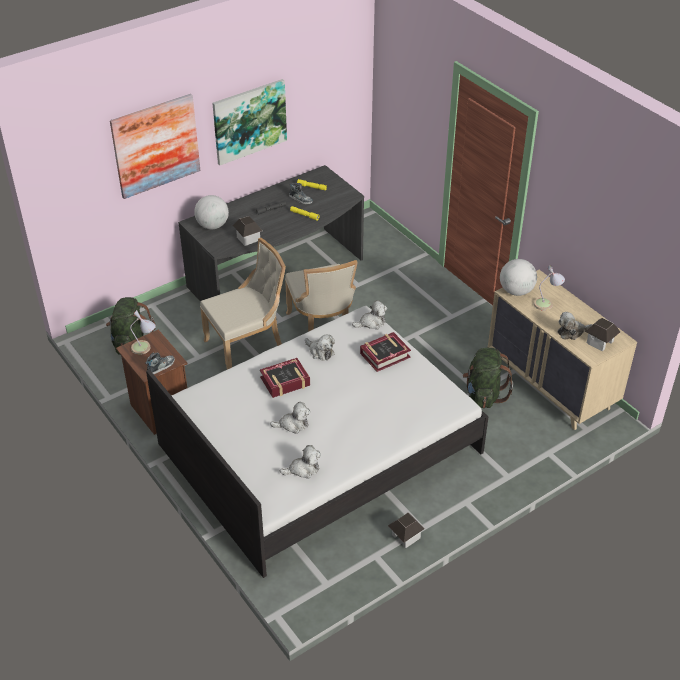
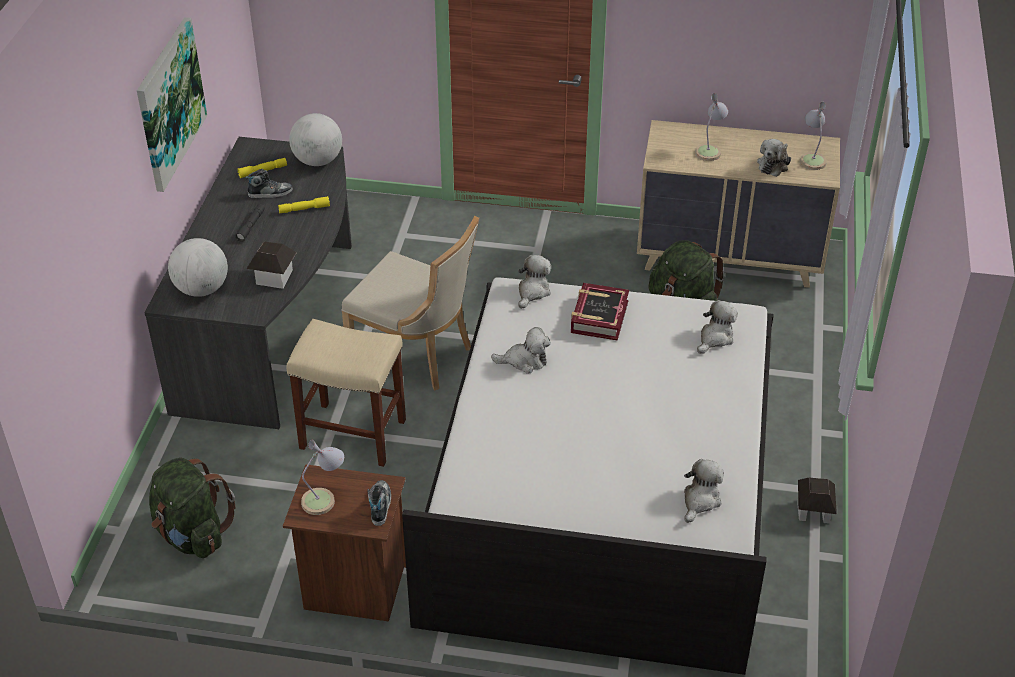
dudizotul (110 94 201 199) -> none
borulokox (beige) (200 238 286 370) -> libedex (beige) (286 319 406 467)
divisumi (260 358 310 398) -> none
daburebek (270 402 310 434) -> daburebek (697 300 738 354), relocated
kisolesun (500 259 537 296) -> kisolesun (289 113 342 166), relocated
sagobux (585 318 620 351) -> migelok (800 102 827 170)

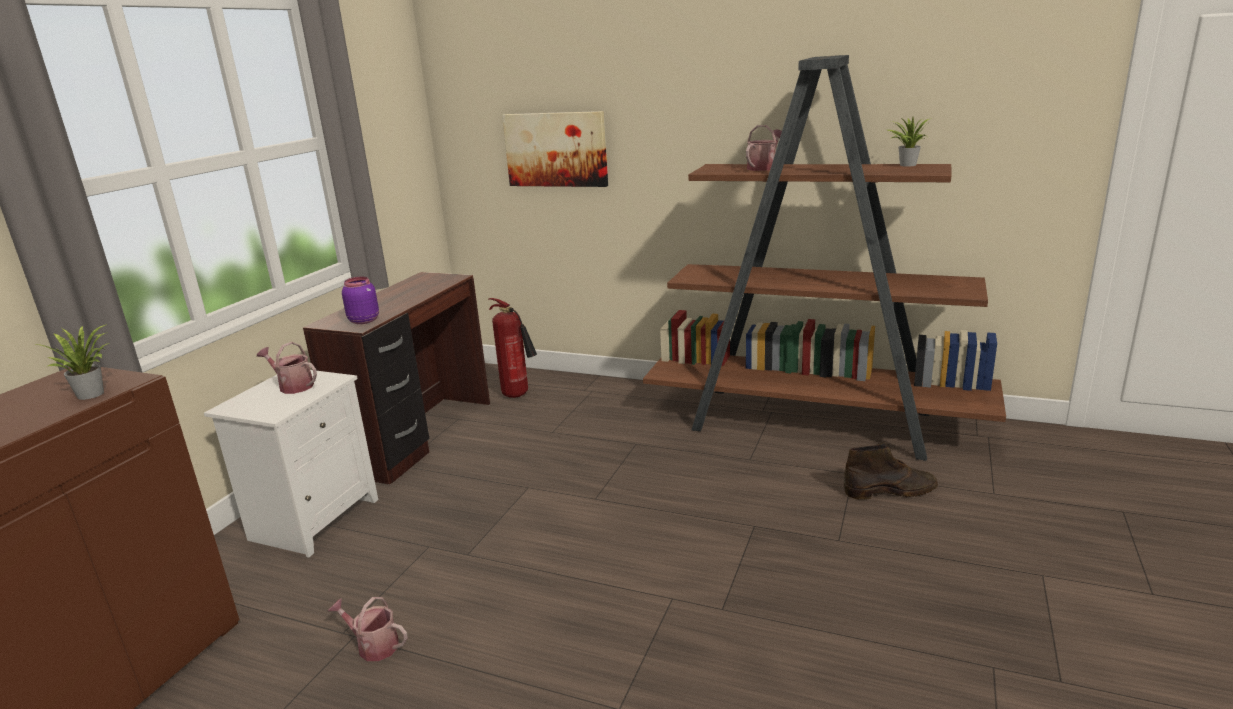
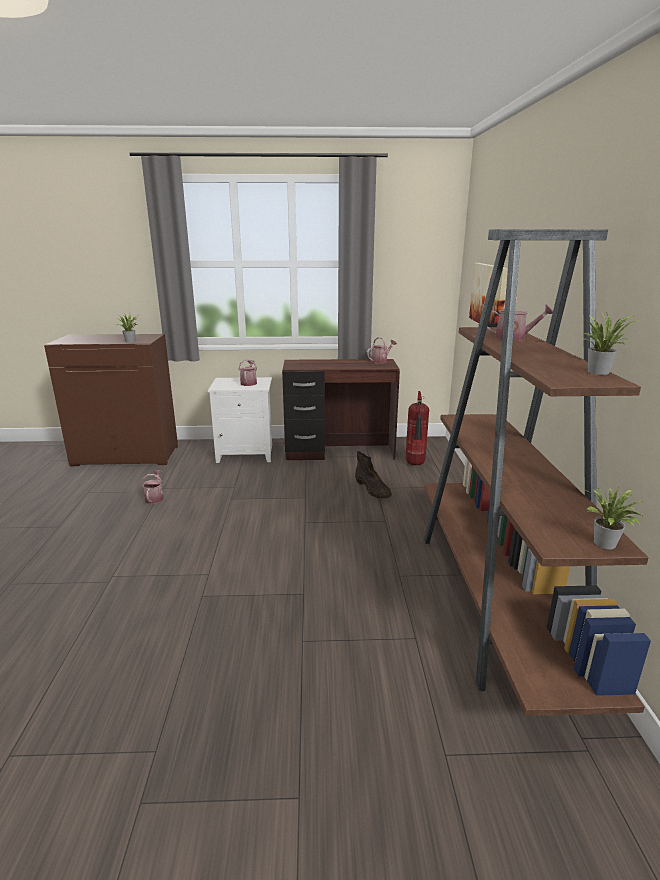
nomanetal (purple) (342 277 379 324) -> none
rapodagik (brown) (844 442 938 500) -> rapodagik (brown) (355 451 392 499), relocated
none -> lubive (367 337 397 364)
none -> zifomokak (584 487 645 549)

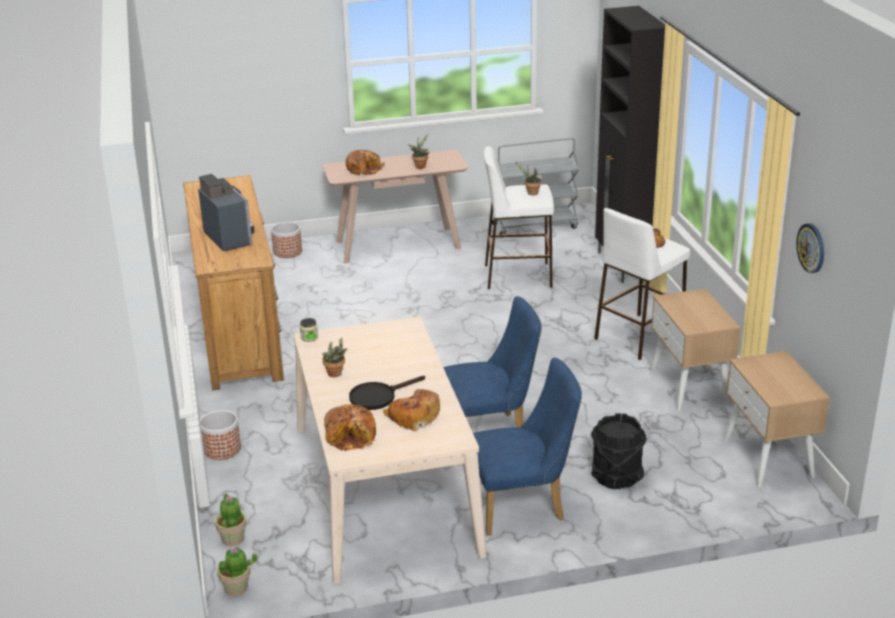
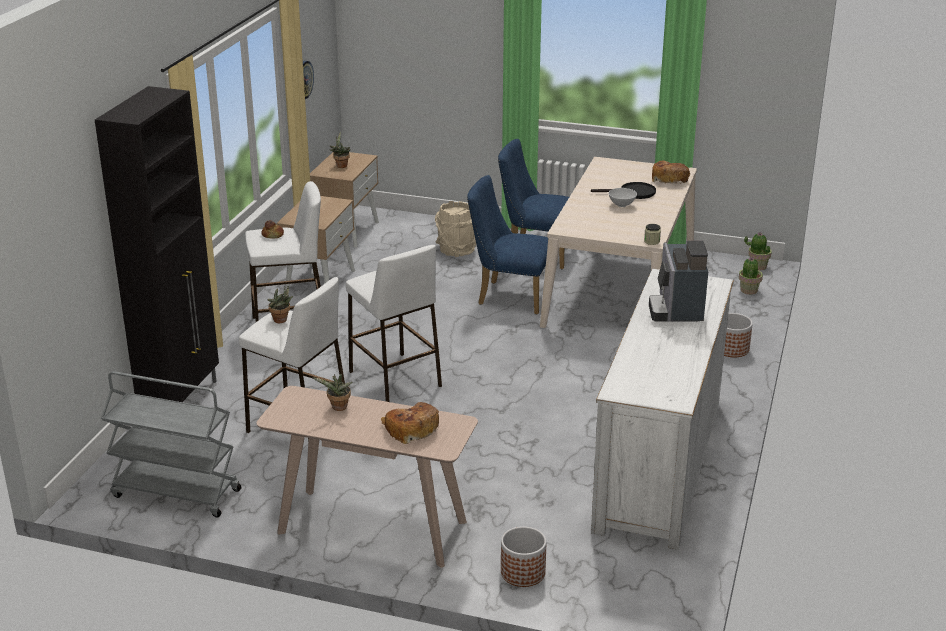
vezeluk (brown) (183 175 284 390) -> vezeluk (white) (591 269 734 550)
zifomokak (322 338 347 377) -> zifomokak (329 131 351 168), relocated
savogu (383 389 440 431) -> none
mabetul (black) (591 413 647 489) -> mabetul (beige) (435 201 476 257)
none -> libedex (white) (346 245 442 402)
none -> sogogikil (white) (608 188 637 207)

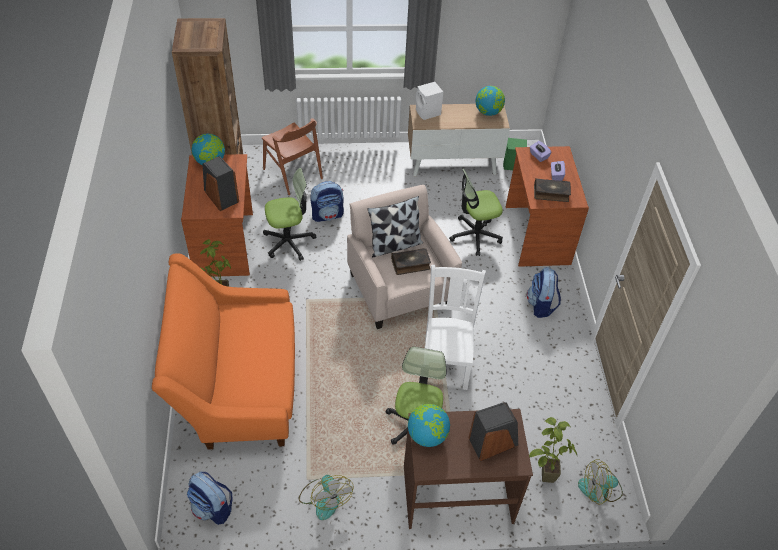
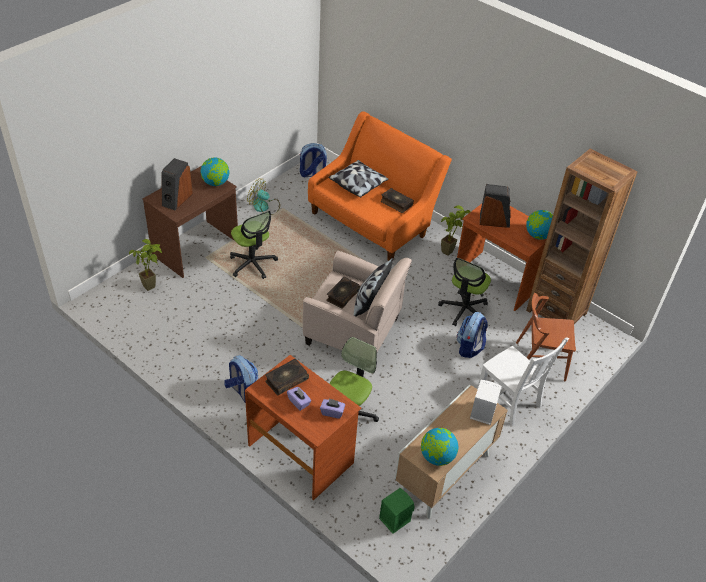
borulokox (white) (425 265 486 390) -> borulokox (white) (477 337 569 426), relocated
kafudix (578 459 623 505) -> none
none -> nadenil (328 160 389 197)
none -> divisumi (381 188 414 213)

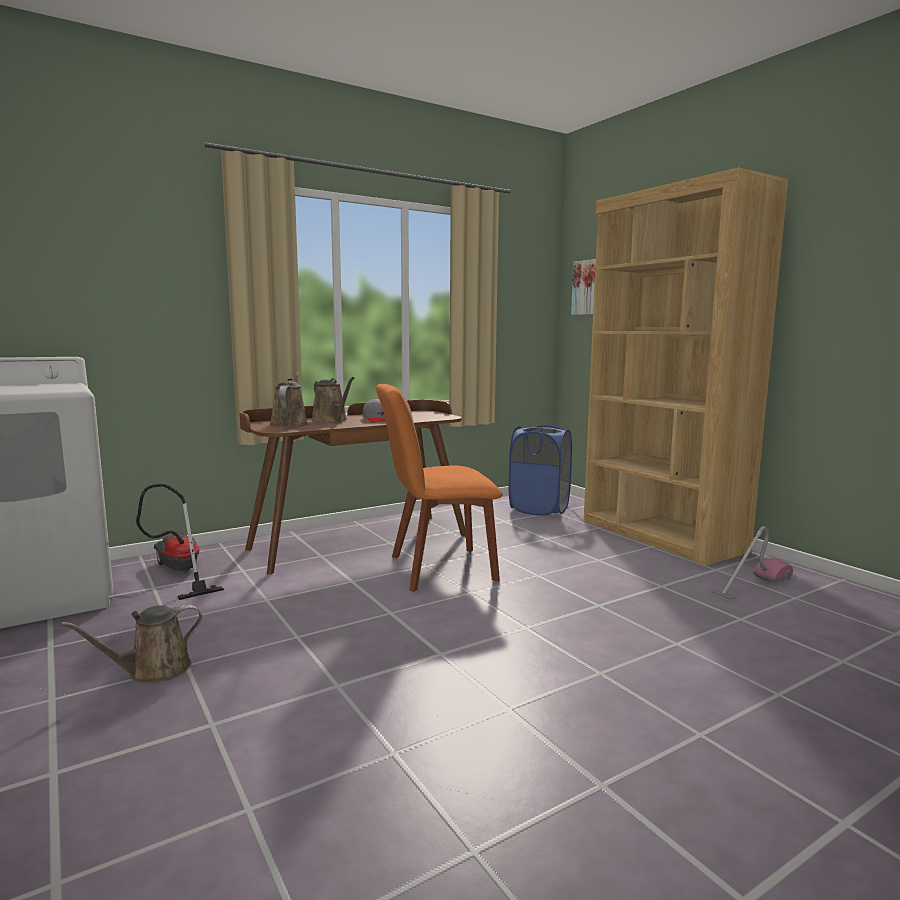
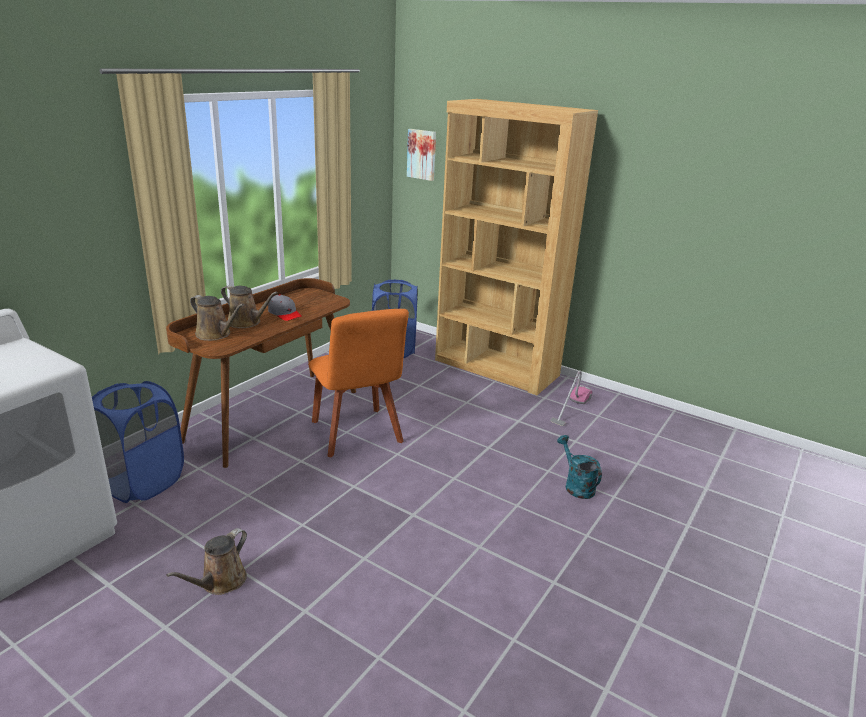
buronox (136 484 224 600) -> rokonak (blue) (92 381 184 503)
lubive (brown) (269 372 308 427) -> lubive (brown) (190 295 244 341), 150 degrees clockwise
borulokox (orange) (376 384 503 592) -> borulokox (orange) (308 309 409 458), 75 degrees counterclockwise
none -> lubive (turquoise) (557 435 602 499)

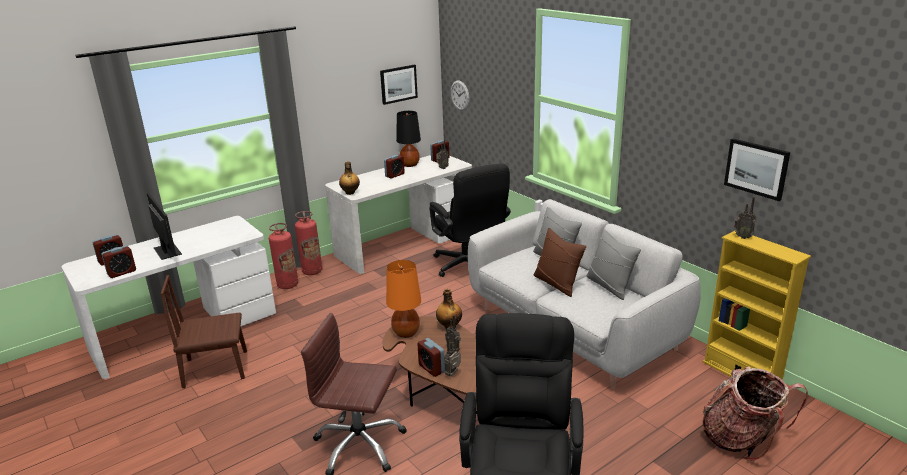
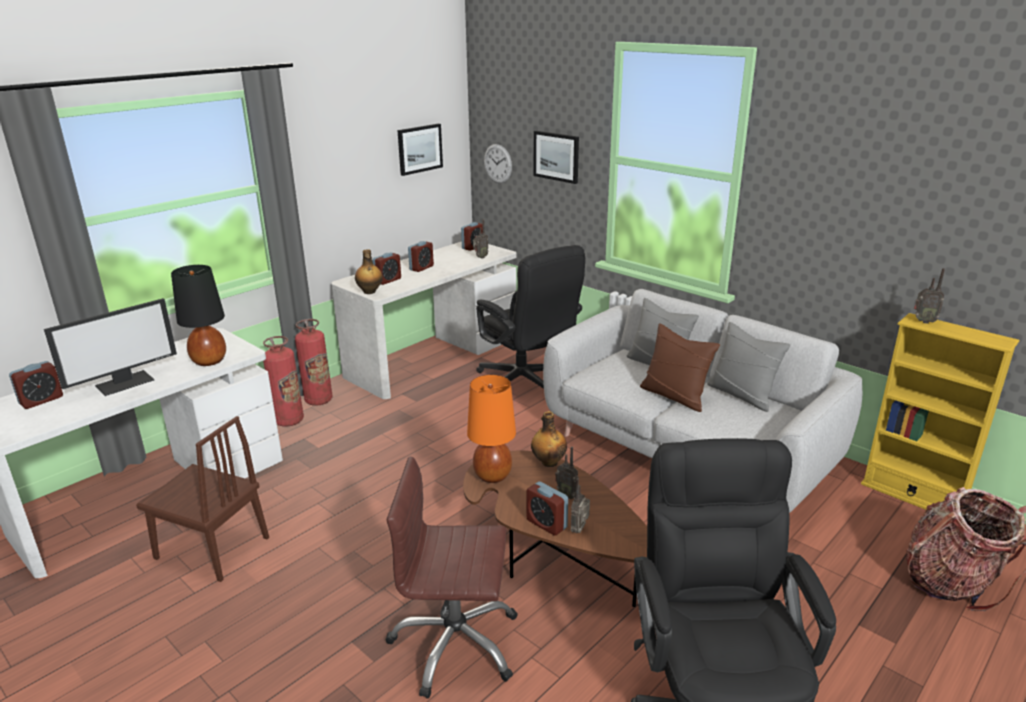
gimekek (101 245 136 278) -> gimekek (372 252 401 285), relocated
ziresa (147 192 182 260) -> ziresa (44 298 177 396), 90 degrees clockwise
borulokox (brown) (161 275 247 388) -> borulokox (brown) (136 416 269 582), 135 degrees counterclockwise
migelok (black) (396 111 421 167) -> migelok (black) (171 265 226 366), relocated
dudizotul (724 138 790 201) -> dudizotul (534 131 579 184), relocated

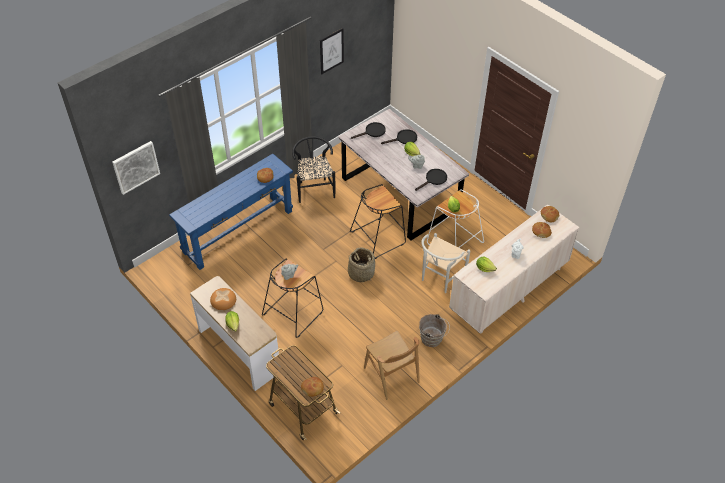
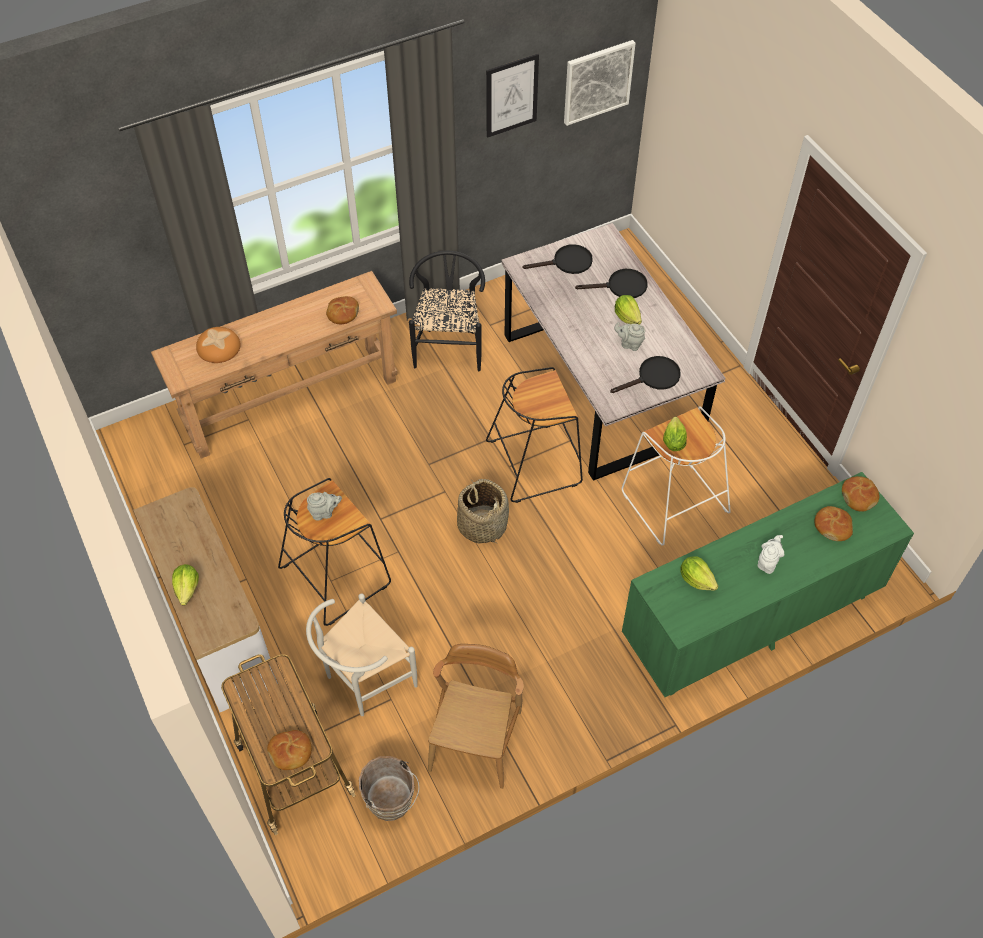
dudizotul (112 141 160 195) -> dudizotul (564 40 636 126), relocated
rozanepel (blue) (169 154 293 270) -> rozanepel (brown) (151 271 398 459)
savogu (210 288 236 310) -> savogu (196 327 241 363), relocated
borulokox (brown) (364 331 420 400) -> borulokox (brown) (428 644 524 789), 150 degrees counterclockwise
mabetul (brown) (419 314 450 347) -> mabetul (brown) (359 756 420 821), relocated
borulokox (white) (421 233 470 293) -> borulokox (white) (306 593 417 716), relocated
vezeluk (beige) (449 204 580 334) -> vezeluk (green) (622 472 914 697)

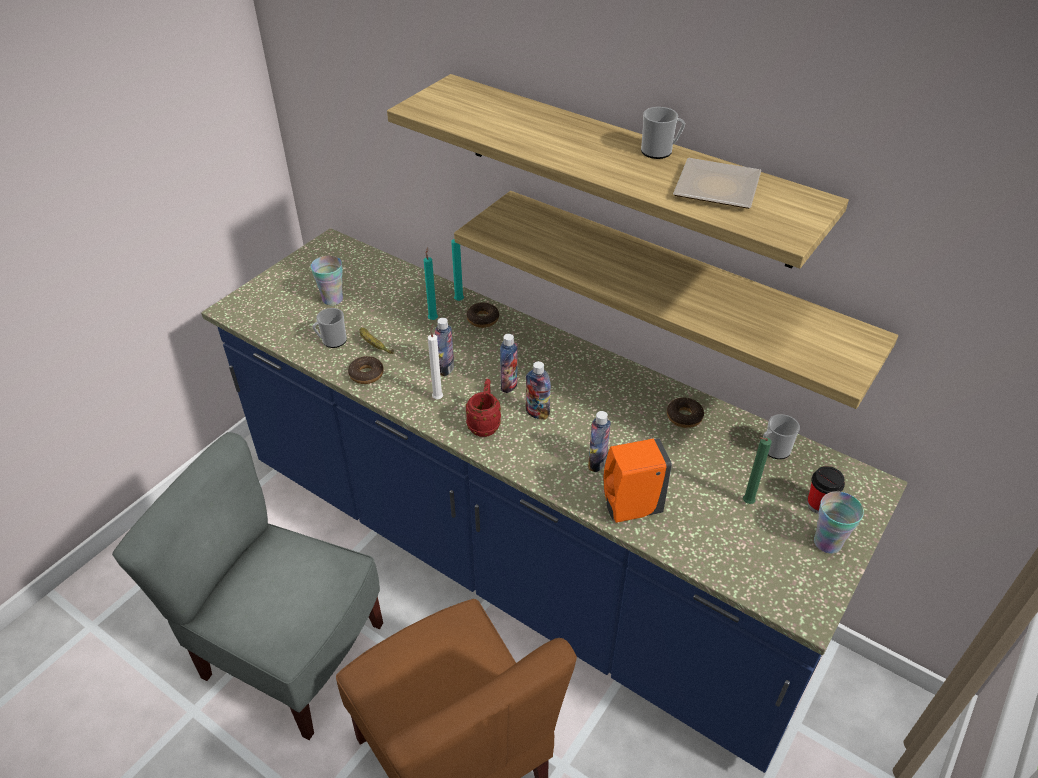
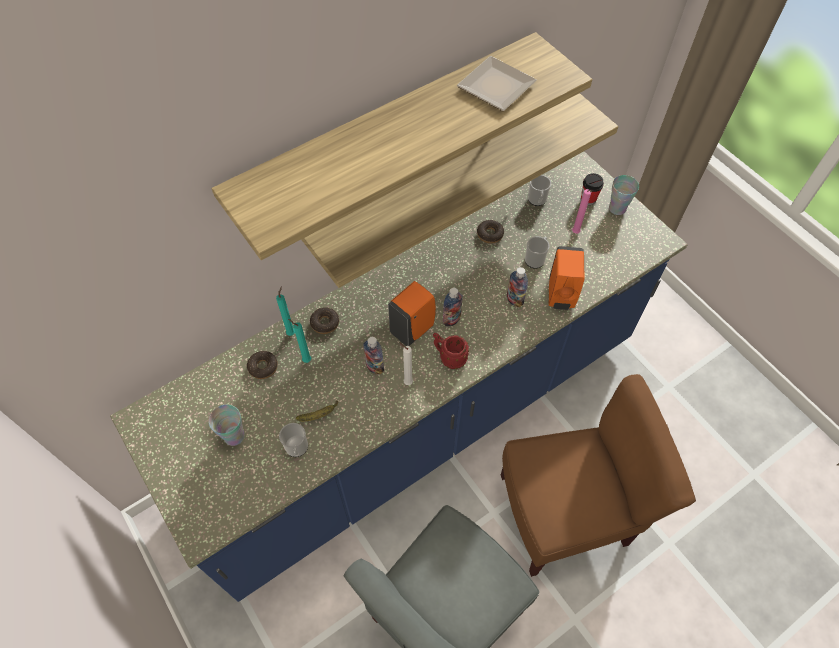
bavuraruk (348 356 384 384) -> bavuraruk (247 351 278 379), relocated
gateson (500 334 518 393) -> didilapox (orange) (388 281 436 346)
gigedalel (641 107 685 159) -> gigedalel (525 236 550 268), relocated
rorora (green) (743 437 772 504) -> rorora (pink) (572 189 592 234)

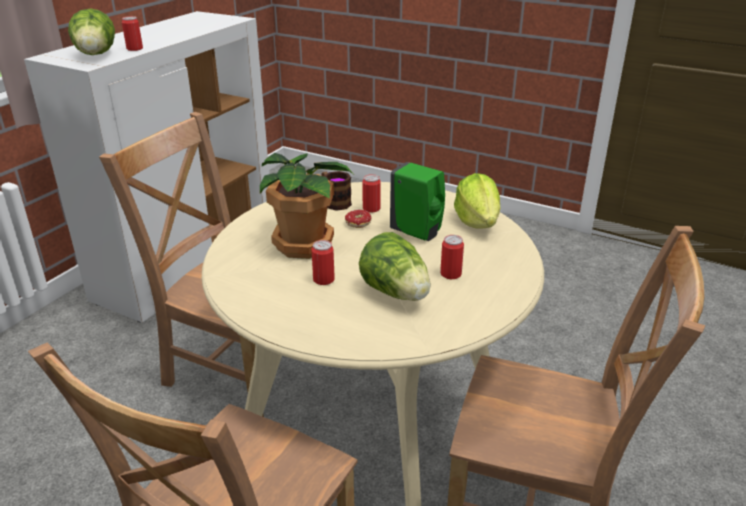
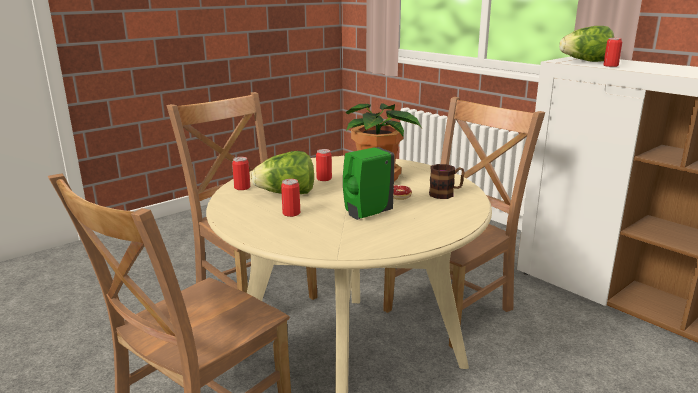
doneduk (362 174 381 213) -> doneduk (232 157 250 190), relocated
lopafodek (454 173 501 229) -> none

